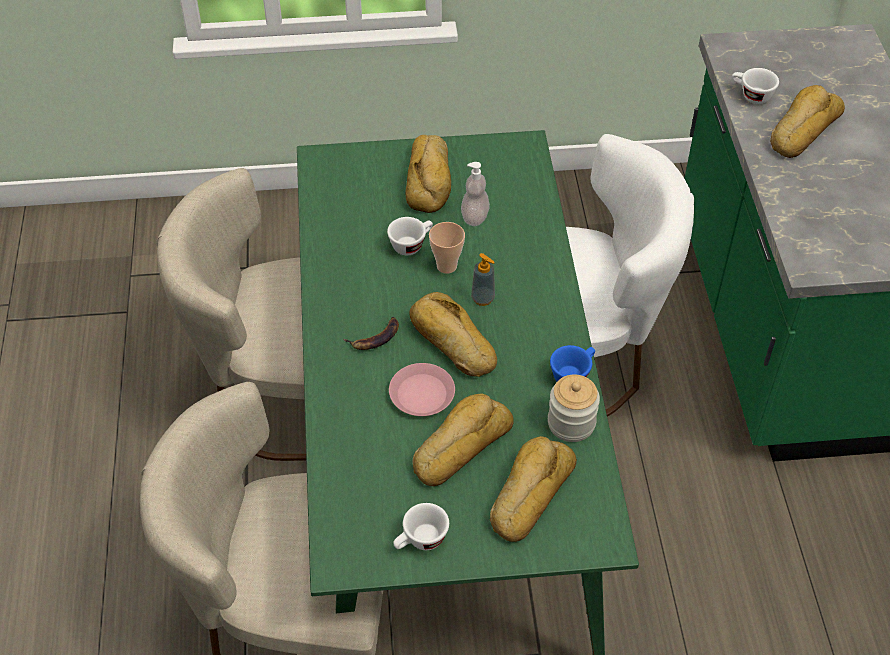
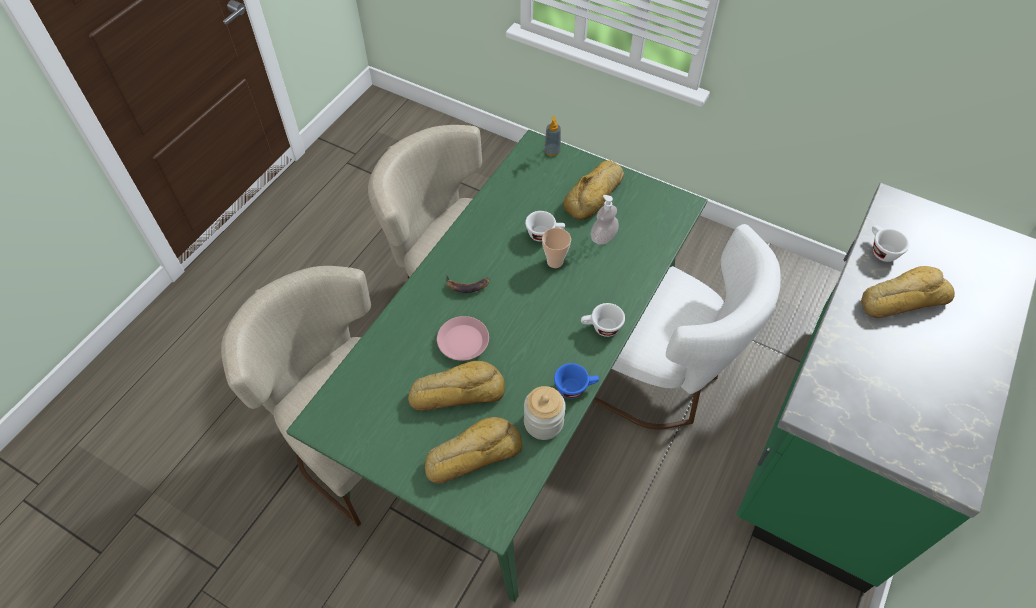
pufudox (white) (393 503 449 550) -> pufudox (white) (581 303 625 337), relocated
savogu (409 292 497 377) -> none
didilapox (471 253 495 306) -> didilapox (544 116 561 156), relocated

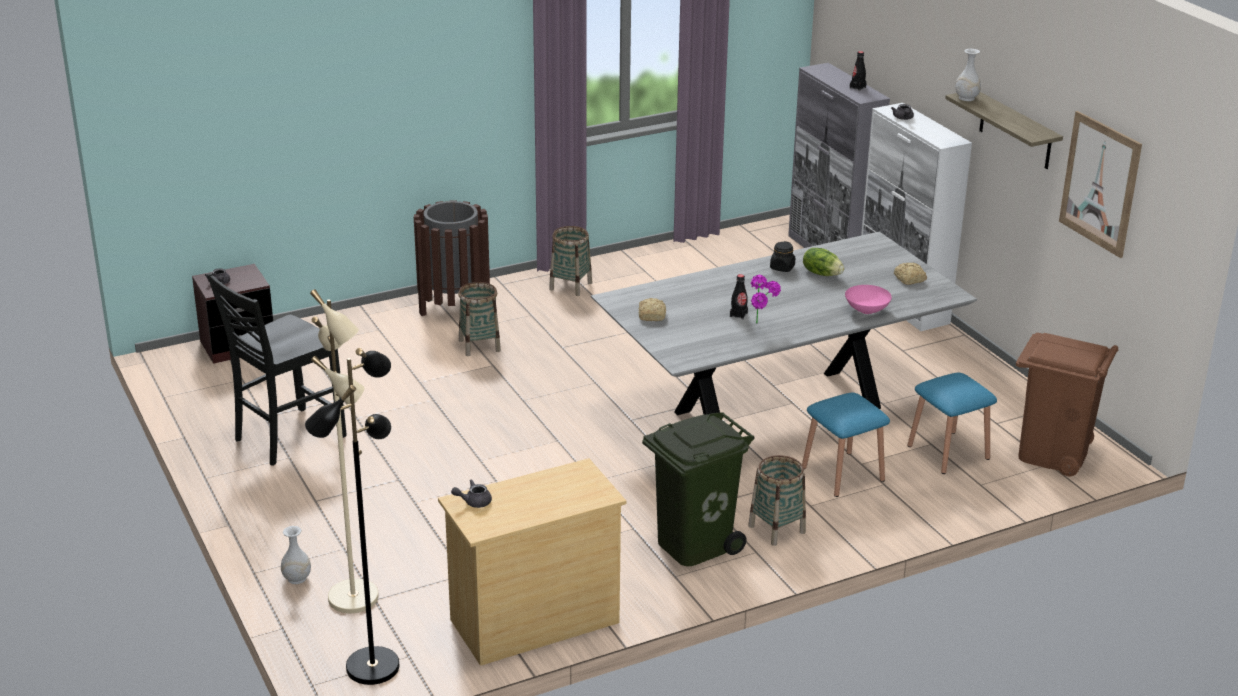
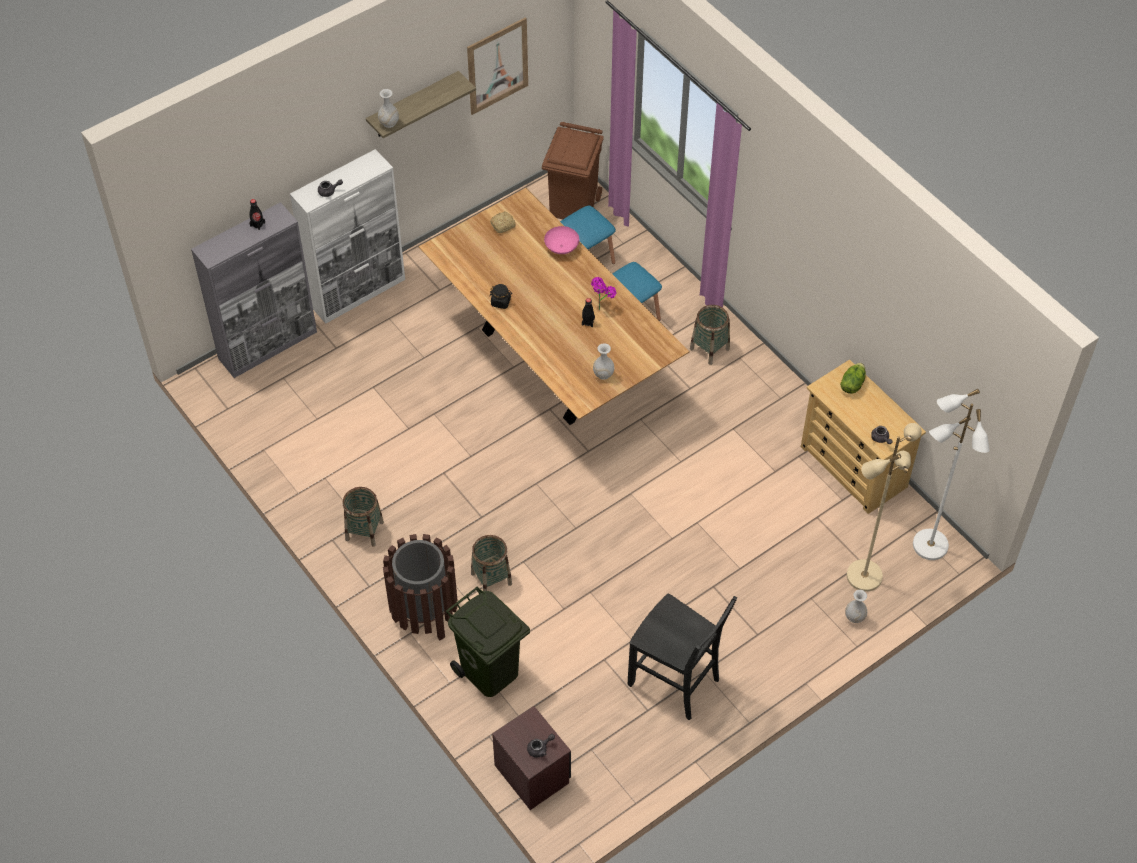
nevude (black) (305 348 399 685) -> nevude (white) (913 389 990 560)
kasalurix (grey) (591 231 977 415) -> kasalurix (brown) (419 188 690 425)
savogu (638 298 666 321) -> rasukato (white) (593 343 614 380)
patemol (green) (642 412 755 566) -> patemol (green) (446 587 530 697), relocated
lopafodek (803 248 844 276) -> lopafodek (840 363 866 394), relocated

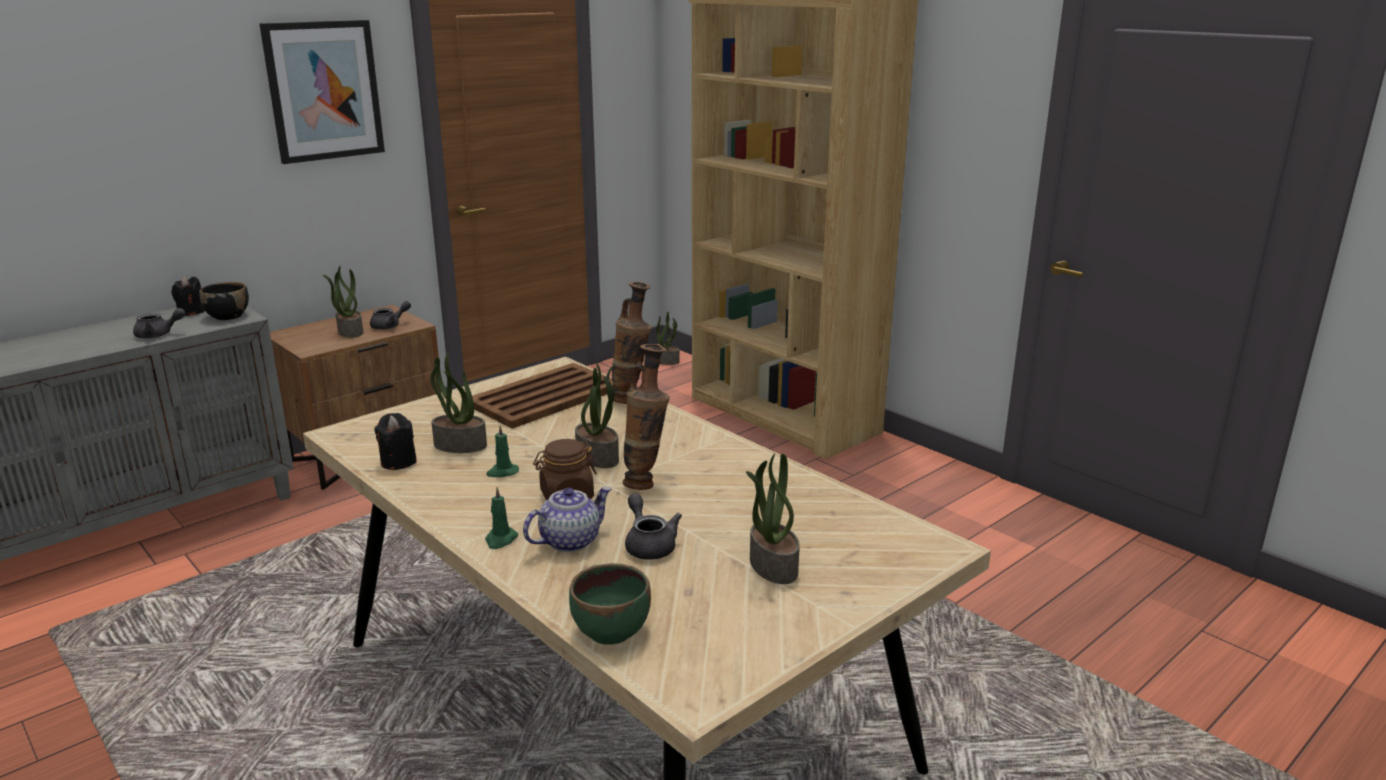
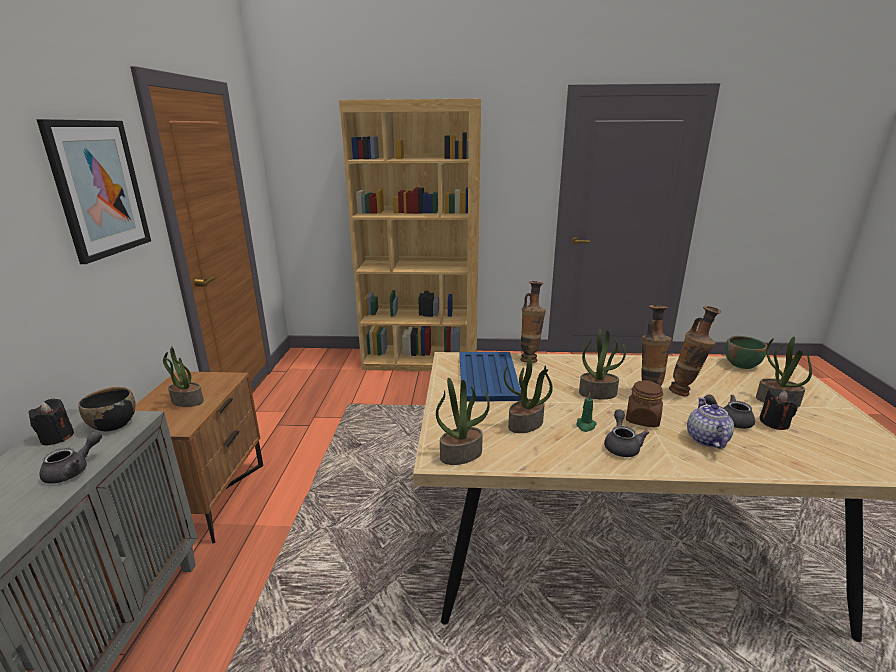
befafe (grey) (370 301 411 330) -> befafe (grey) (604 409 649 457), relocated
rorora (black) (375 413 417 470) -> rorora (black) (760 388 798 430), relocated
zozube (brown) (472 363 616 429) -> zozube (blue) (460 352 521 402)
rorora (green) (485 487 518 549) -> none
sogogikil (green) (569 563 651 645) -> sogogikil (green) (725 336 767 369), relocated
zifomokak (656 312 680 365) -> zifomokak (436 378 490 465), relocated
none -> rasukato (669 306 721 396)

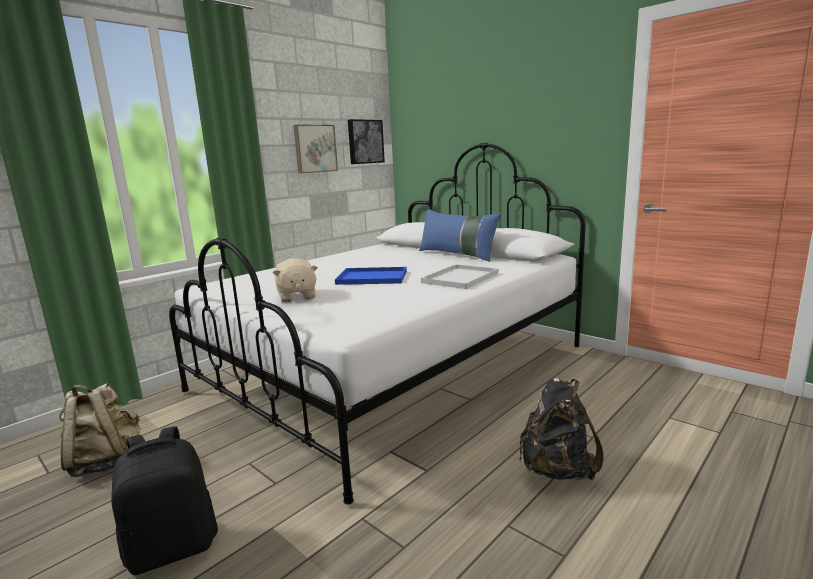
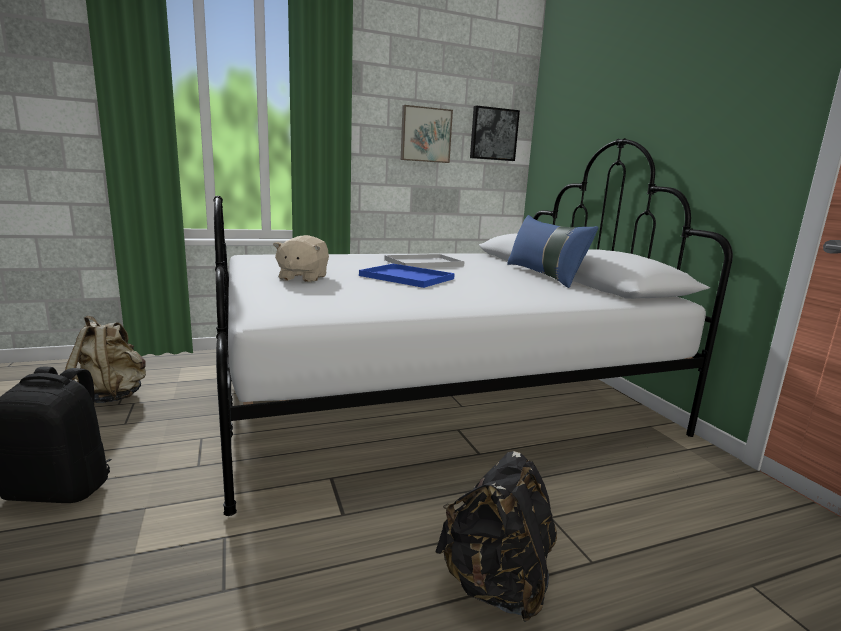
zozube (white) (421 264 499 289) -> zozube (white) (384 254 465 268), relocated

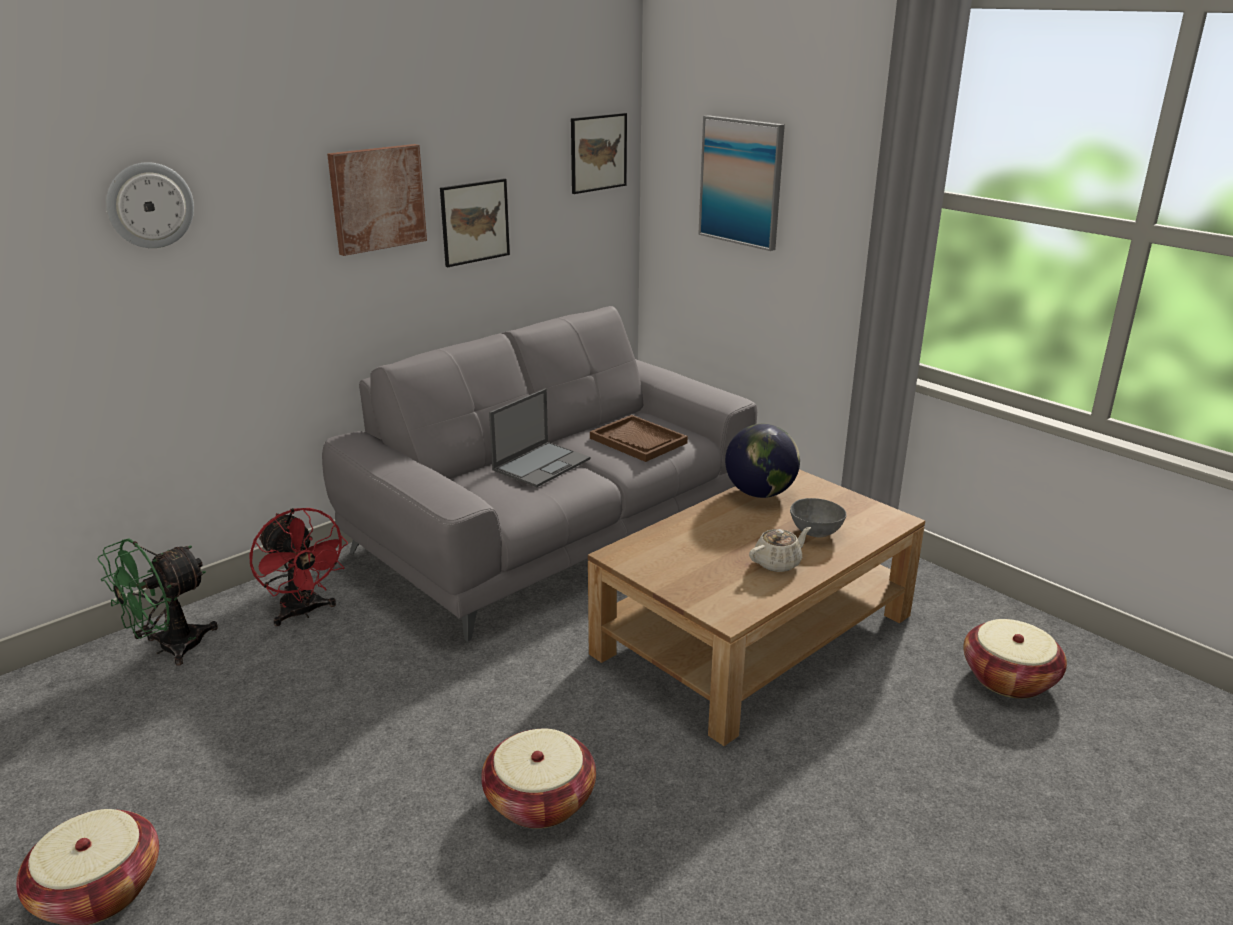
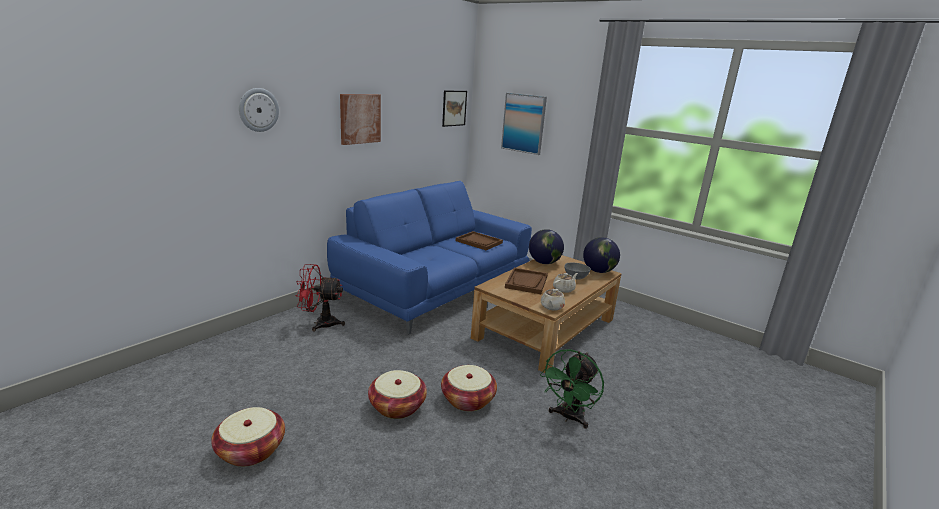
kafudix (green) (98 538 218 666) -> kafudix (green) (540 349 604 429), relocated
kafudix (red) (249 508 348 626) -> kafudix (red) (295 264 345 332), 135 degrees clockwise
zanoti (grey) (322 306 757 642) -> zanoti (blue) (327 181 532 334)
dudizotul (440 178 510 267) -> none
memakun (489 389 590 487) -> none
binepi (963 619 1067 698) -> binepi (368 370 427 419), relocated
none -> zozube (brown) (505 268 548 294)
none -> befafe (beige) (541 289 565 311)
none -> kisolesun (583 237 620 273)

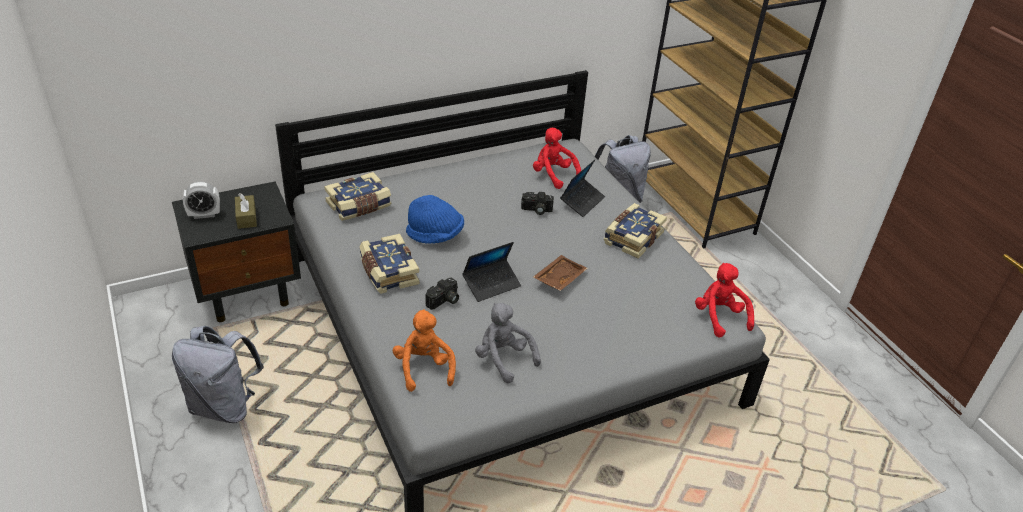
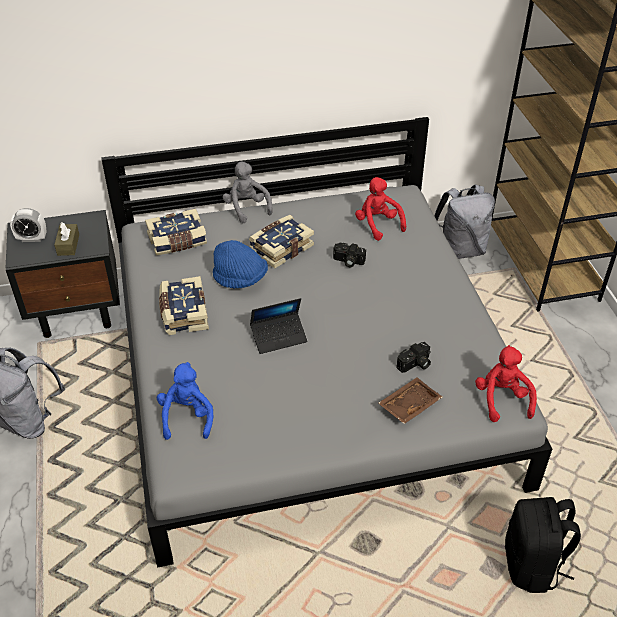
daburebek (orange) (393 309 456 392) -> daburebek (blue) (157 362 213 440)
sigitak (425 278 459 310) -> sigitak (397 342 431 373), relocated
daburebek (grey) (475 303 541 383) -> daburebek (grey) (222 161 273 223), relocated
zozube (brown) (533 255 588 291) -> zozube (brown) (378 377 442 424), relocated
memakun (560 160 605 217) -> none
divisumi (604 203 667 259) -> divisumi (249 215 314 268), relocated
none -> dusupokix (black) (505 497 581 593)

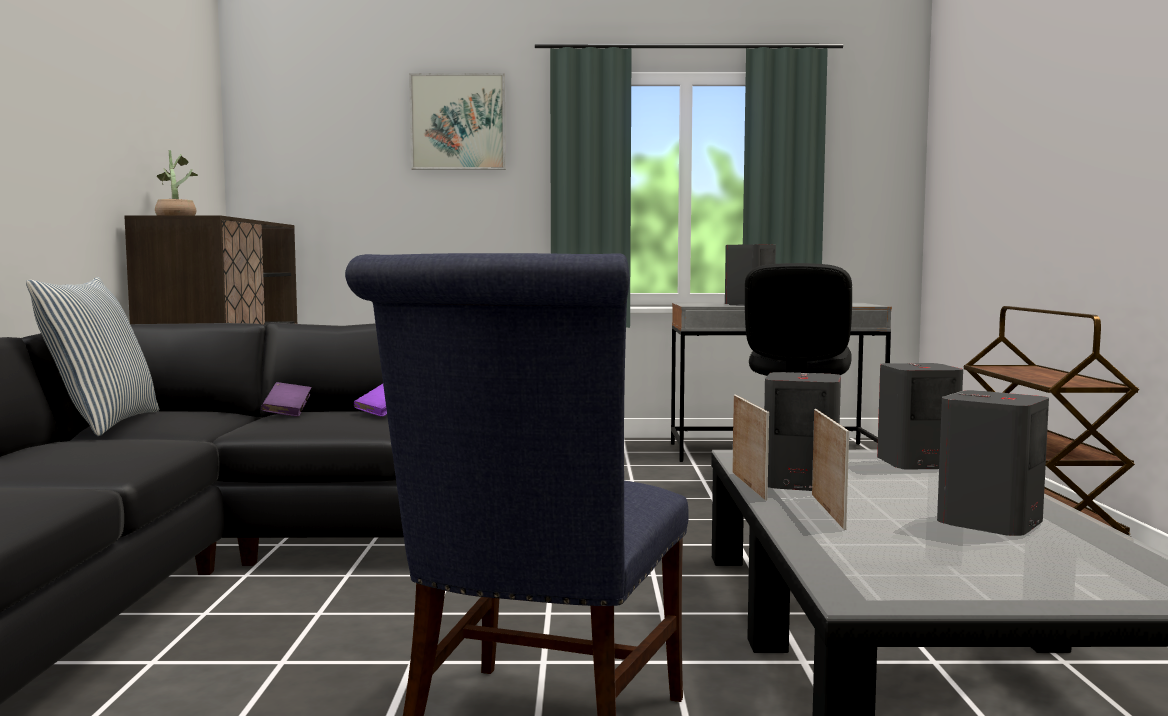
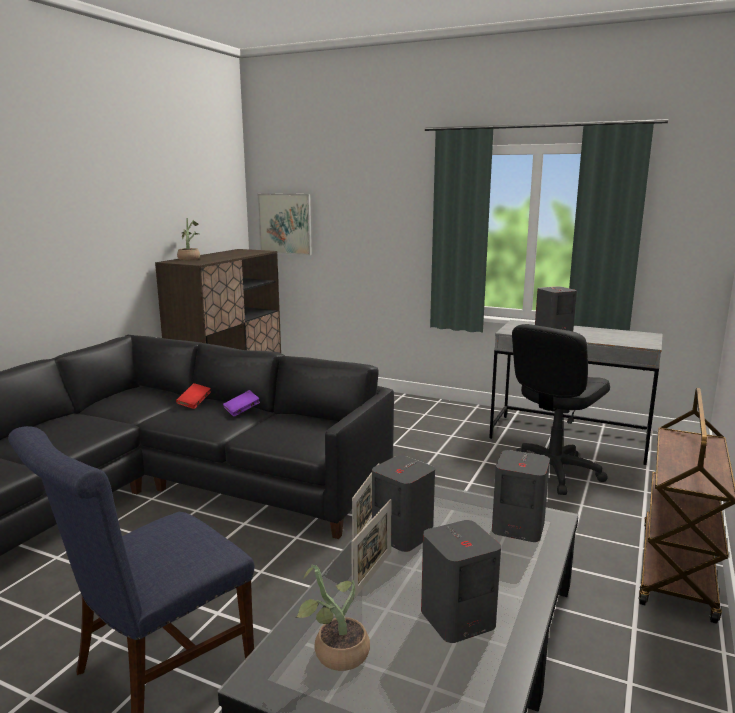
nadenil (26 277 159 436) -> none
divisumi (purple) (261 382 312 417) -> divisumi (red) (176 383 211 409)
dudizotul (409 73 506 170) -> dudizotul (257 193 312 255), relocated
none -> zifomokak (295 565 370 671)

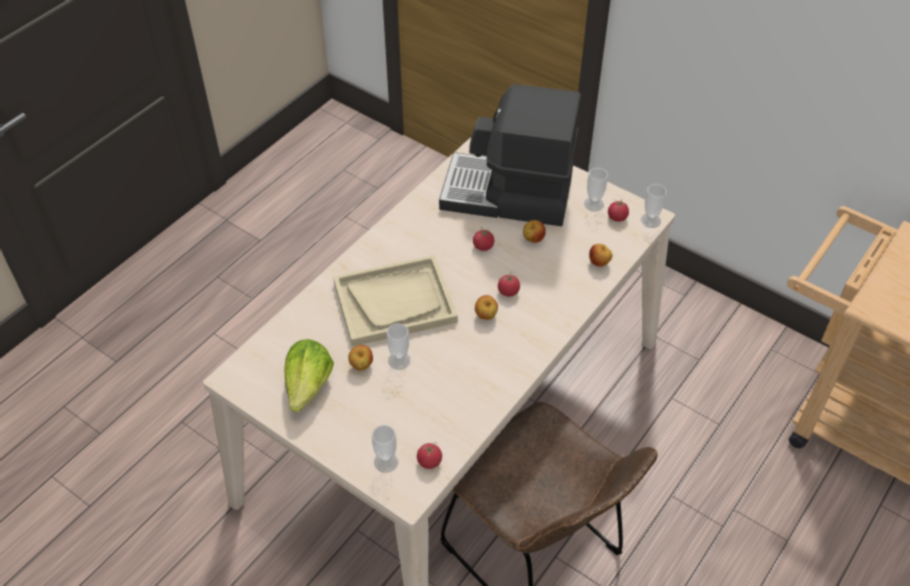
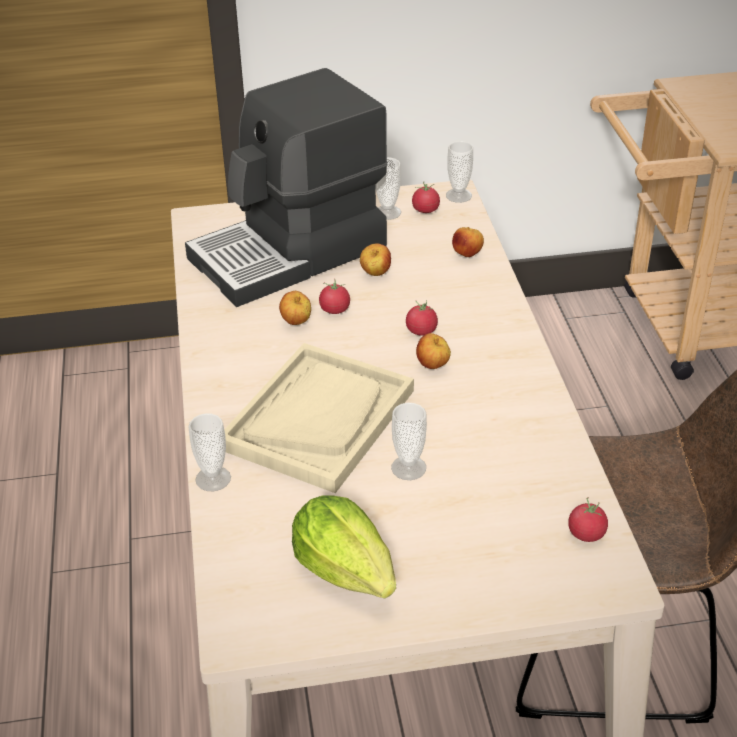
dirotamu (348 345 373 370) -> dirotamu (279 291 311 325), relocated
pufudox (372 425 398 473) -> pufudox (188 413 231 491), relocated

